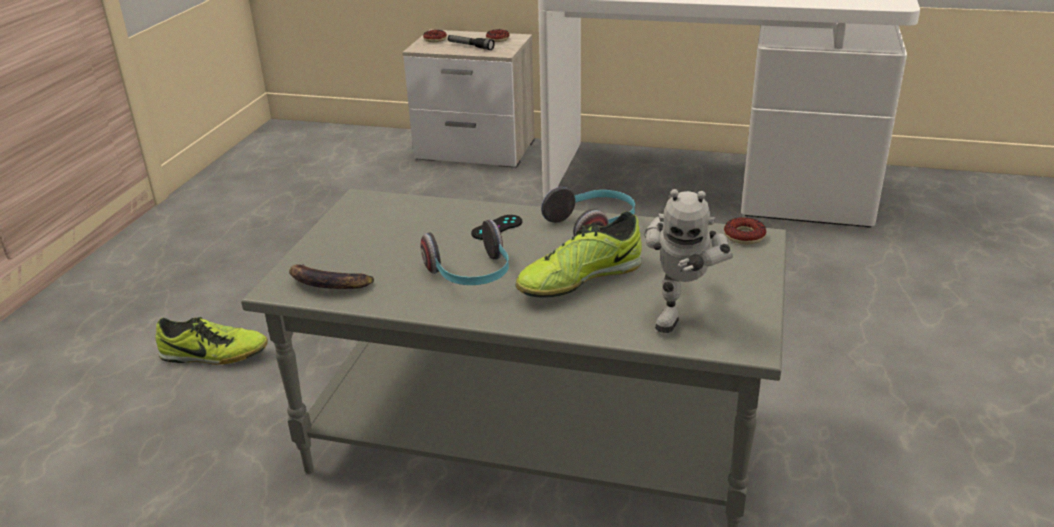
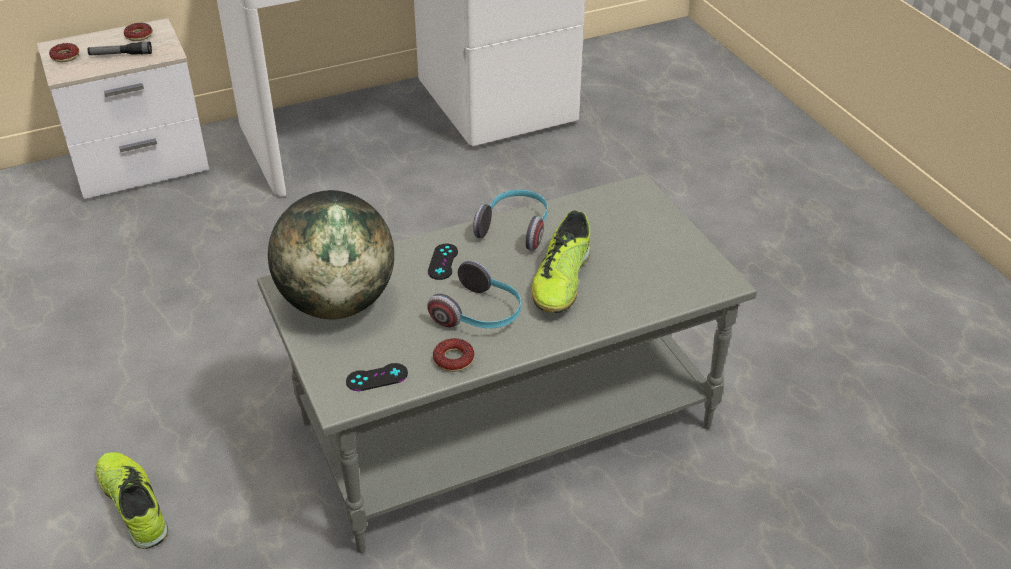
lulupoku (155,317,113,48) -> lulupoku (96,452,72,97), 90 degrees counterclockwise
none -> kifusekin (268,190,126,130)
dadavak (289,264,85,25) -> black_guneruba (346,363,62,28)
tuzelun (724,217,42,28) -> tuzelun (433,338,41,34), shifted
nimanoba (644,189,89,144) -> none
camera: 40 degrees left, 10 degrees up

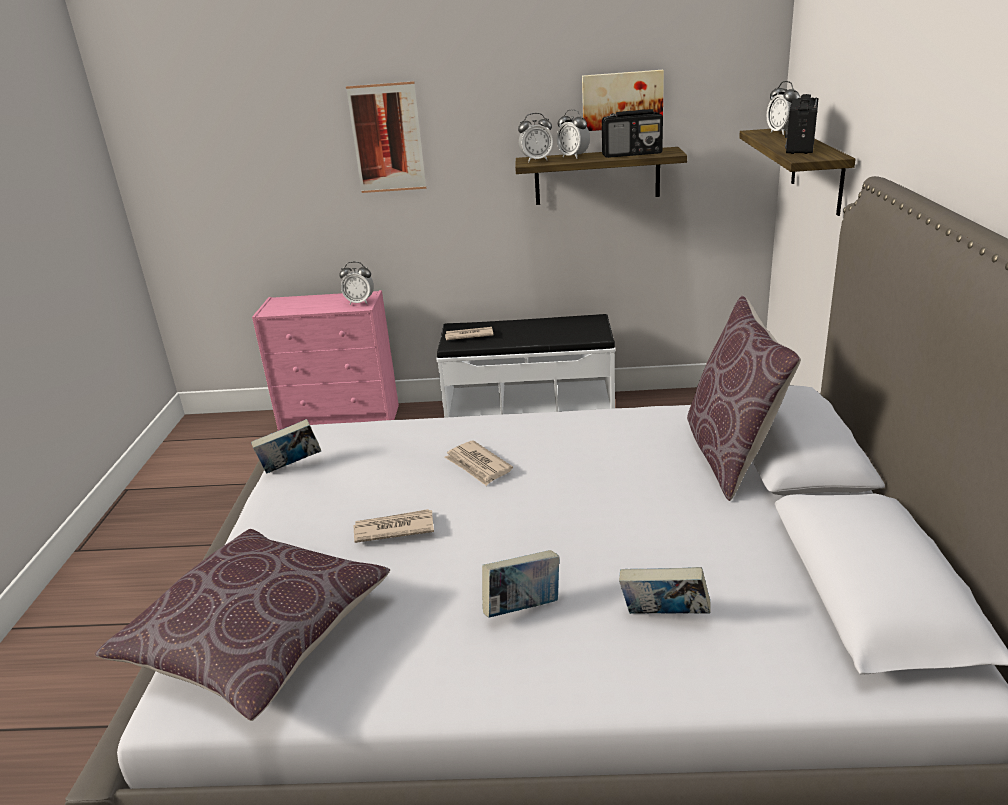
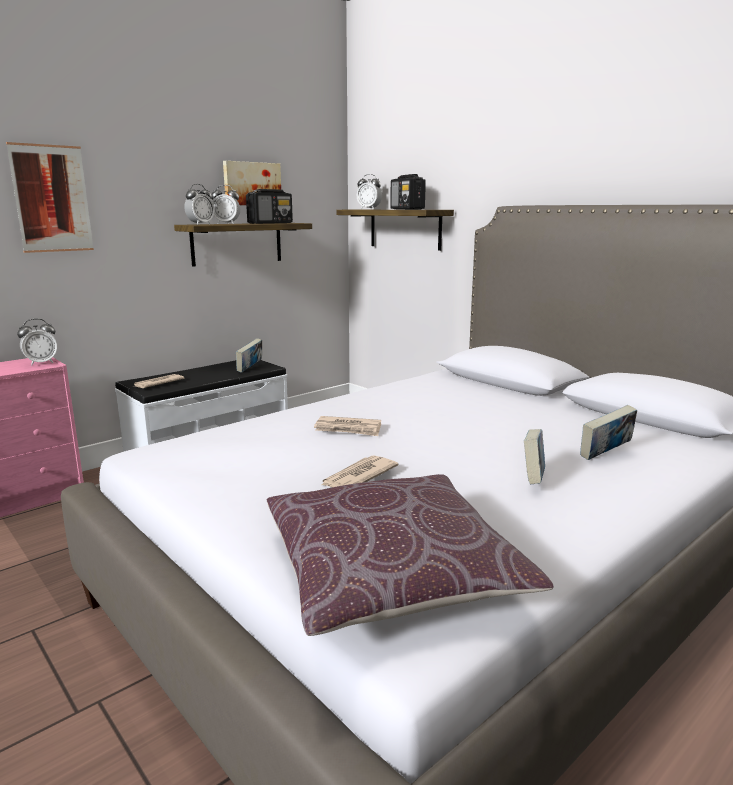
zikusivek (251,419,70,54) -> zikusivek (236,338,26,35), shifted
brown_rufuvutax (687,295,114,206) -> none
camera: 45 degrees left, 10 degrees down

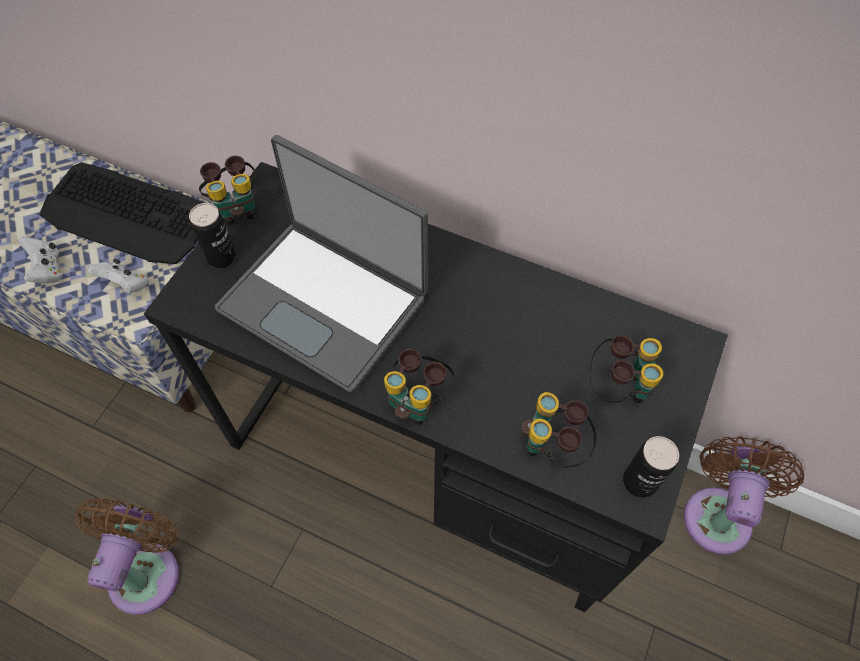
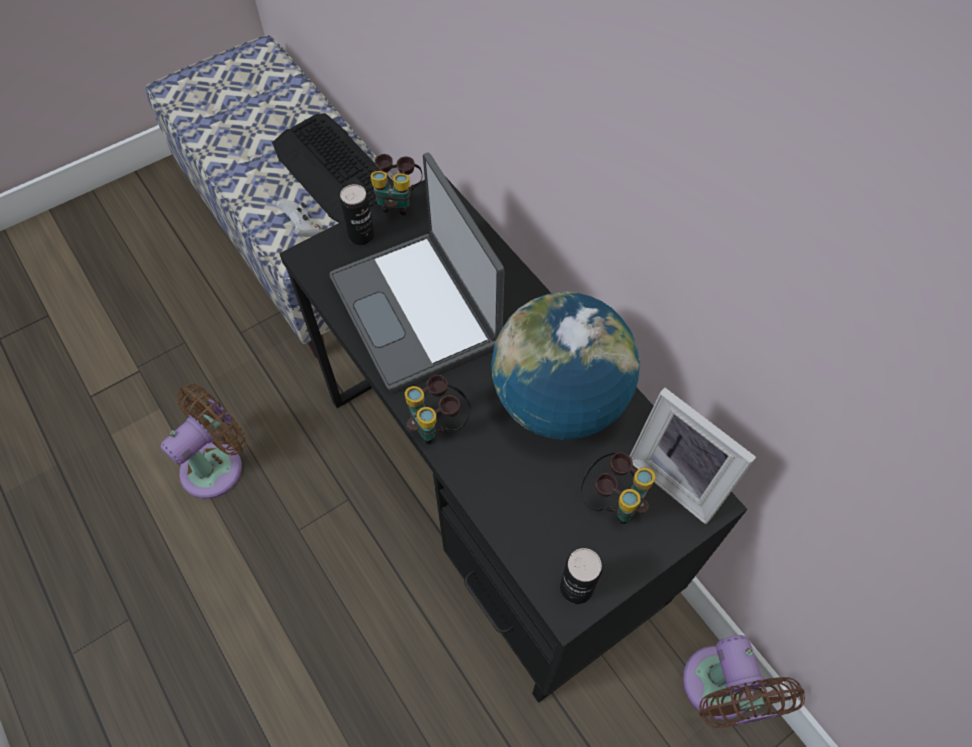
none -> kifusekin (491,292,149,148)
none -> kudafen (630,388,126,136)
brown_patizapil (684,436,120,119) -> brown_patizapil (683,635,122,93), 120 degrees clockwise
white_guneruba (19,237,44,46) -> none
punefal (521,392,76,76) -> none
camera: 30 degrees right, 0 degrees up

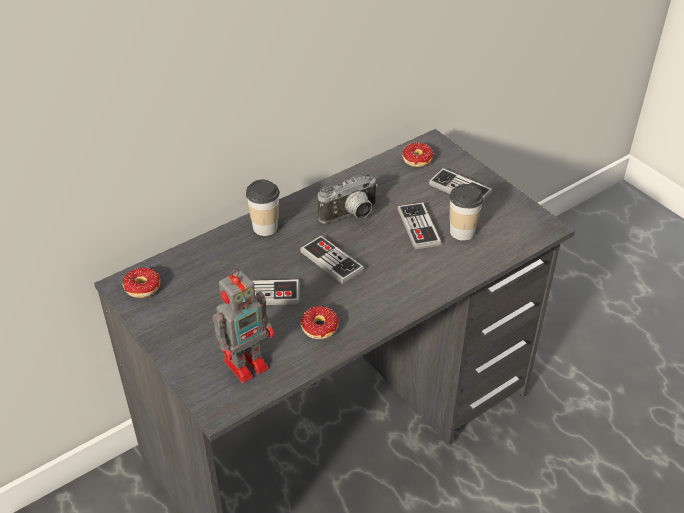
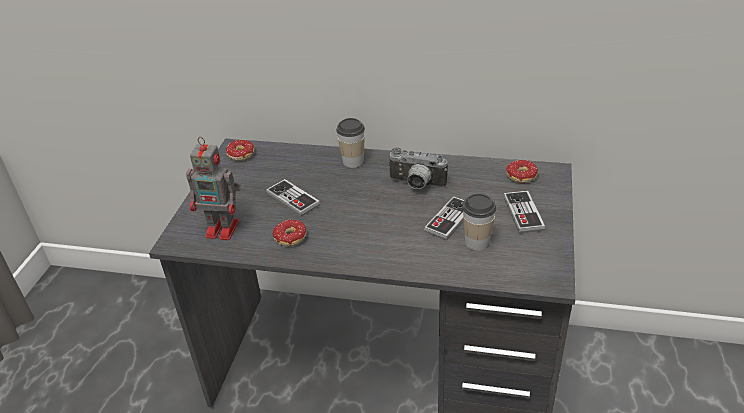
guneruba (300,236,64,48) -> none
camera: 50 degrees right, 5 degrees down

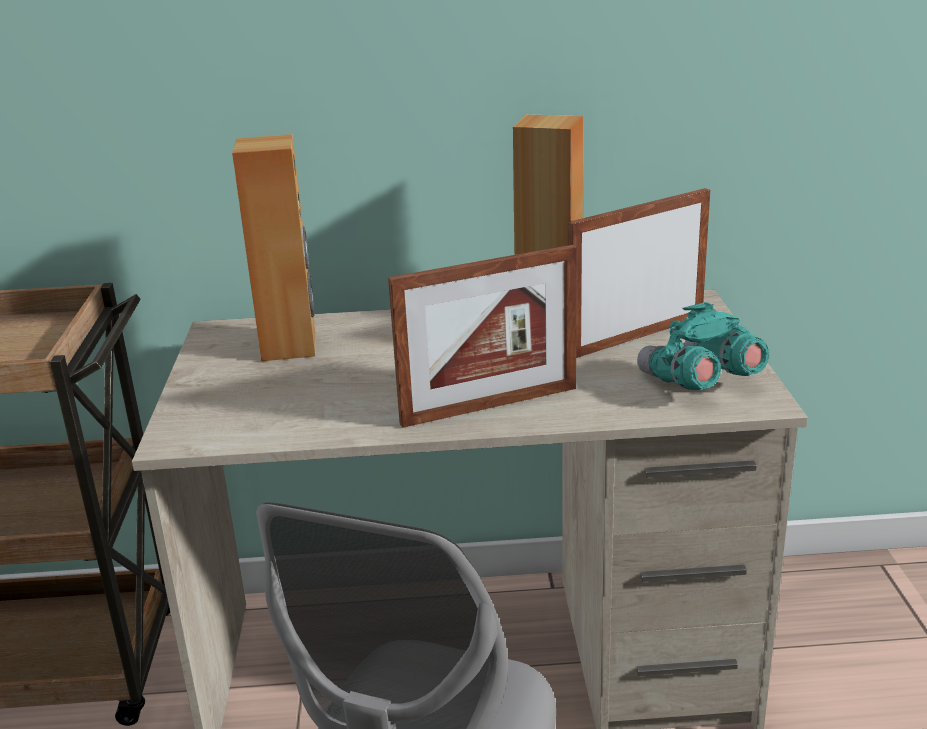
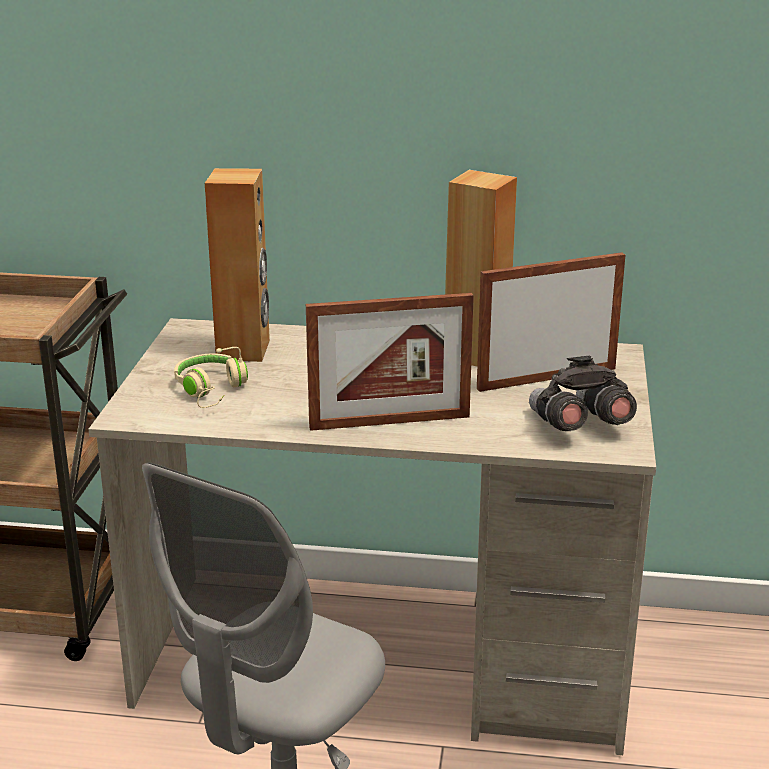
none -> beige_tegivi (174,347,74,61)
turquoise_punefal (637,302,132,88) -> grey_punefal (529,355,108,76)
camera: 10 degrees right, 0 degrees up

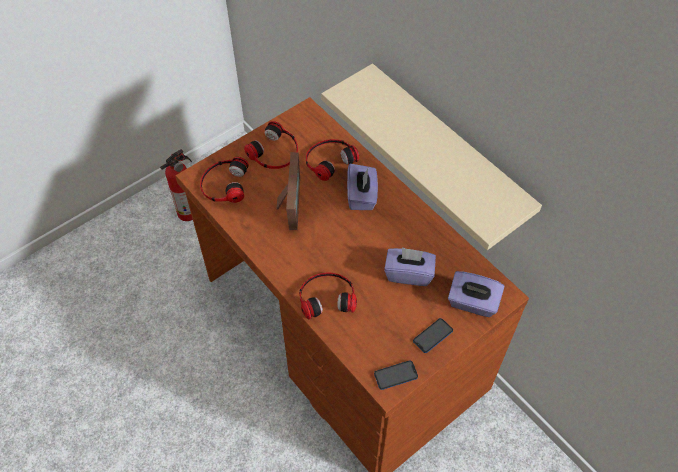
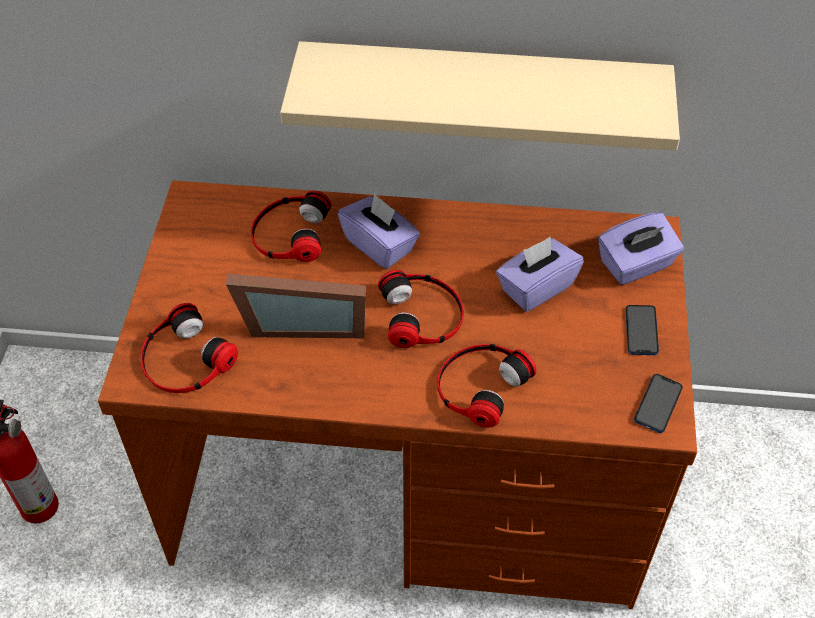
kudafen (276,152,24,78) -> kudafen (226,274,140,64), 135 degrees clockwise
tegivi (244,121,54,48) -> tegivi (378,270,86,78), shifted
camera: 45 degrees left, 5 degrees down

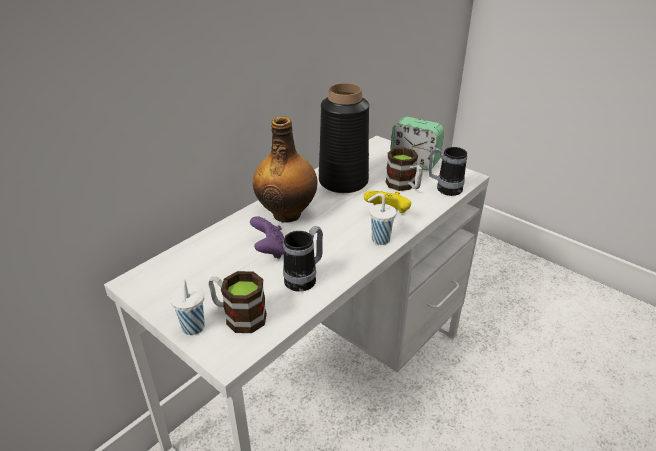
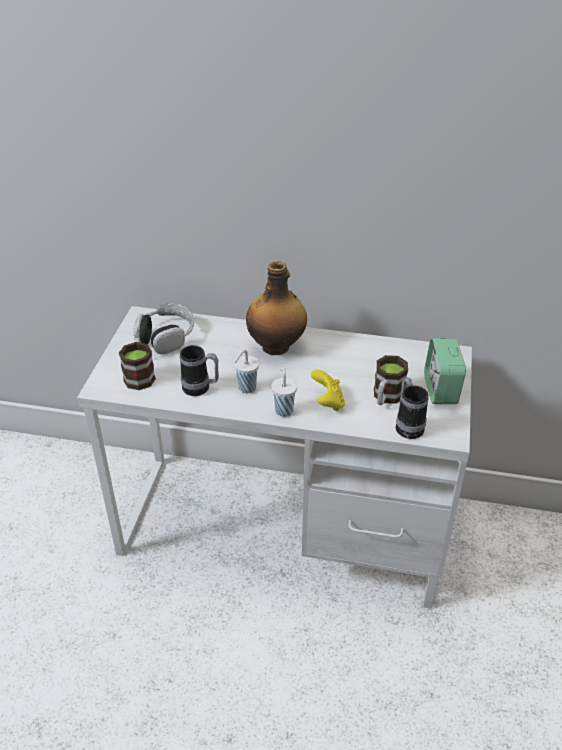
none -> tegivi (134,304,60,50)
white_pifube (170,279,35,56) -> white_pifube (234,349,25,44), shifted
purple_guneruba (250,216,34,43) -> none
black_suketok (319,83,50,110) -> none
camera: 60 degrees right, 5 degrees up

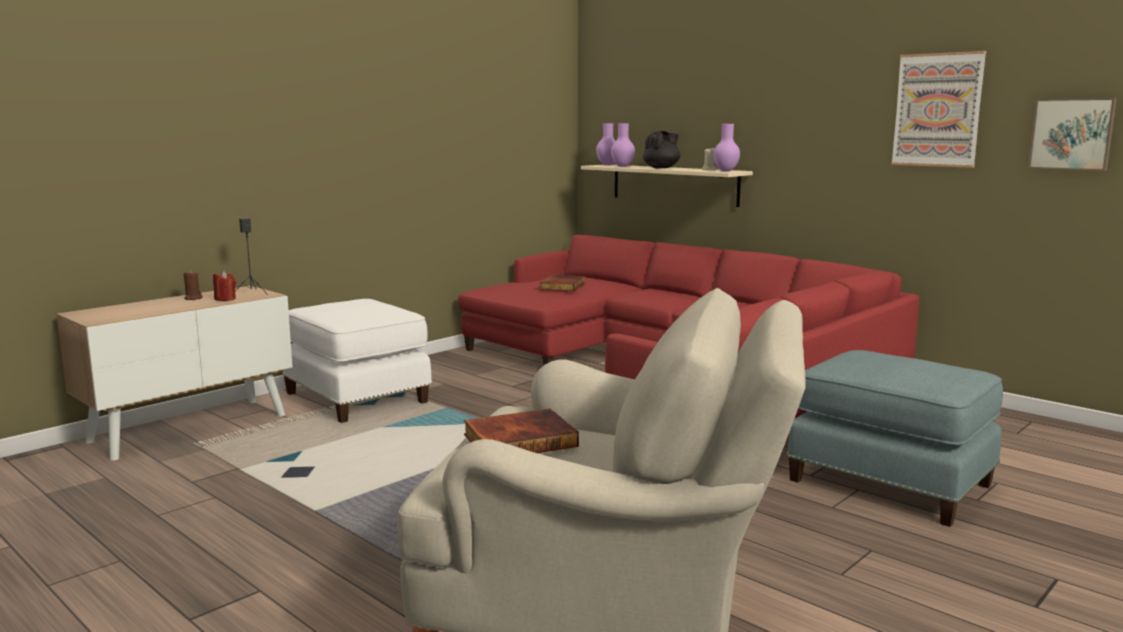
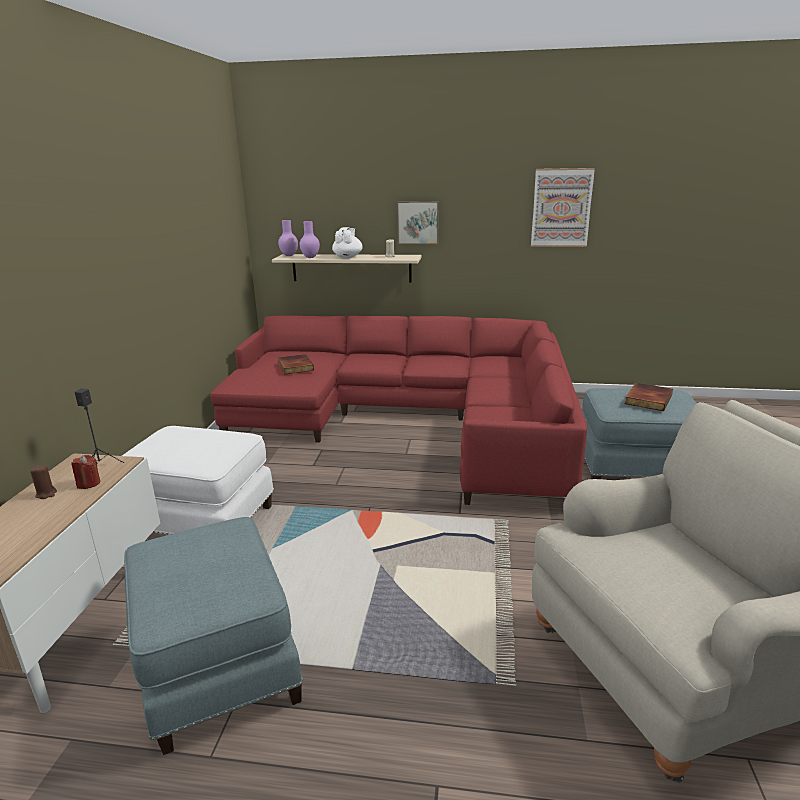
none -> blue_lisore (124,517,179,238)
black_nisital (643,131,37,37) -> white_nisital (332,227,31,31)
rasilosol (1028,98,89,73) -> rasilosol (397,201,42,43), shifted
zikusivek (464,409,115,44) -> zikusivek (624,382,49,29), shifted
purple_suketok (713,124,27,47) -> none
camera: 35 degrees left, 10 degrees up

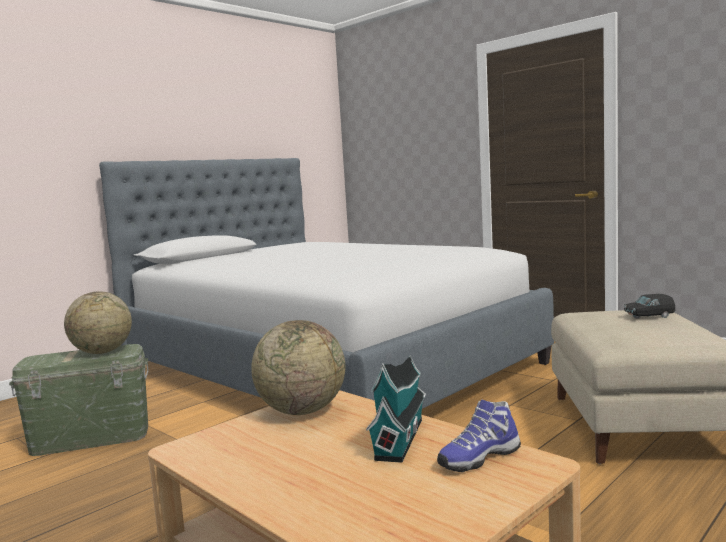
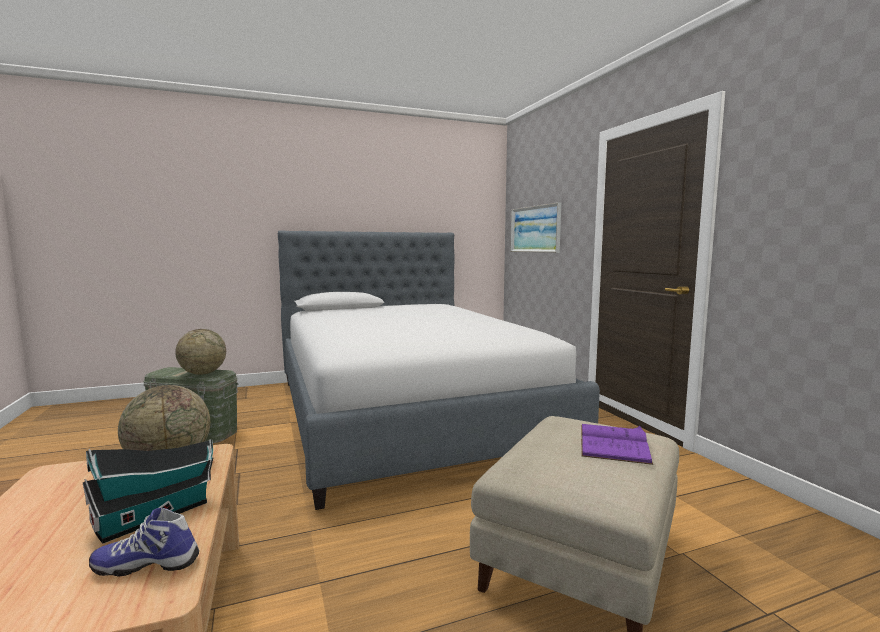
none -> rasilosol (510,202,51,51)
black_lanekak (624,294,51,25) -> purple_zikusivek (581,424,72,41)
camera: 25 degrees right, 0 degrees up

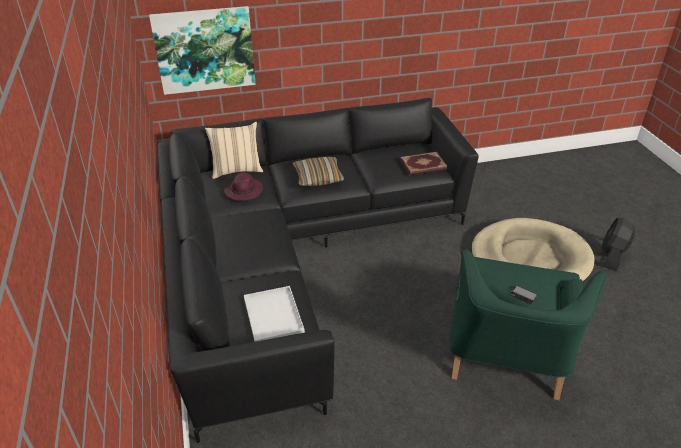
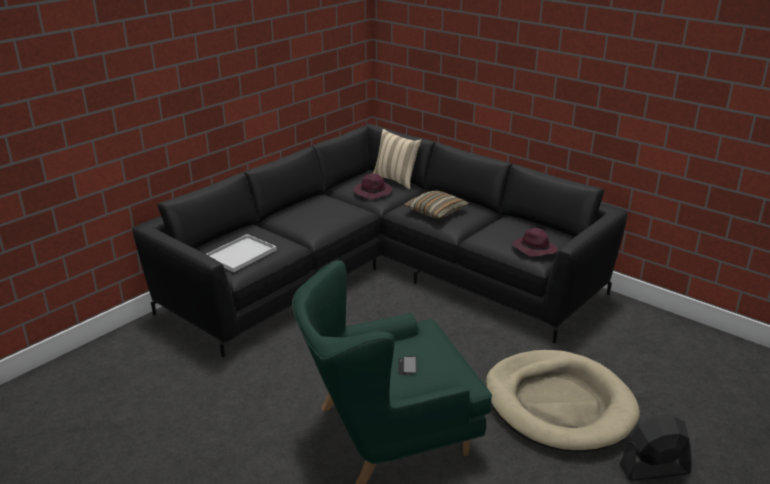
zikusivek (400,152,48,23) -> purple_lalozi (513,228,45,29)
rasilosol (149,6,107,89) -> none
camera: 55 degrees right, 10 degrees down

